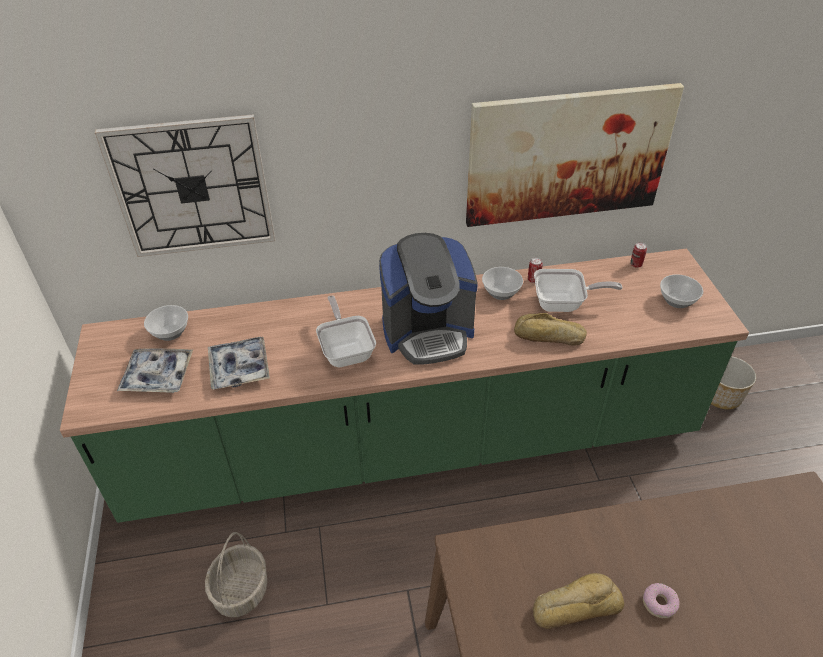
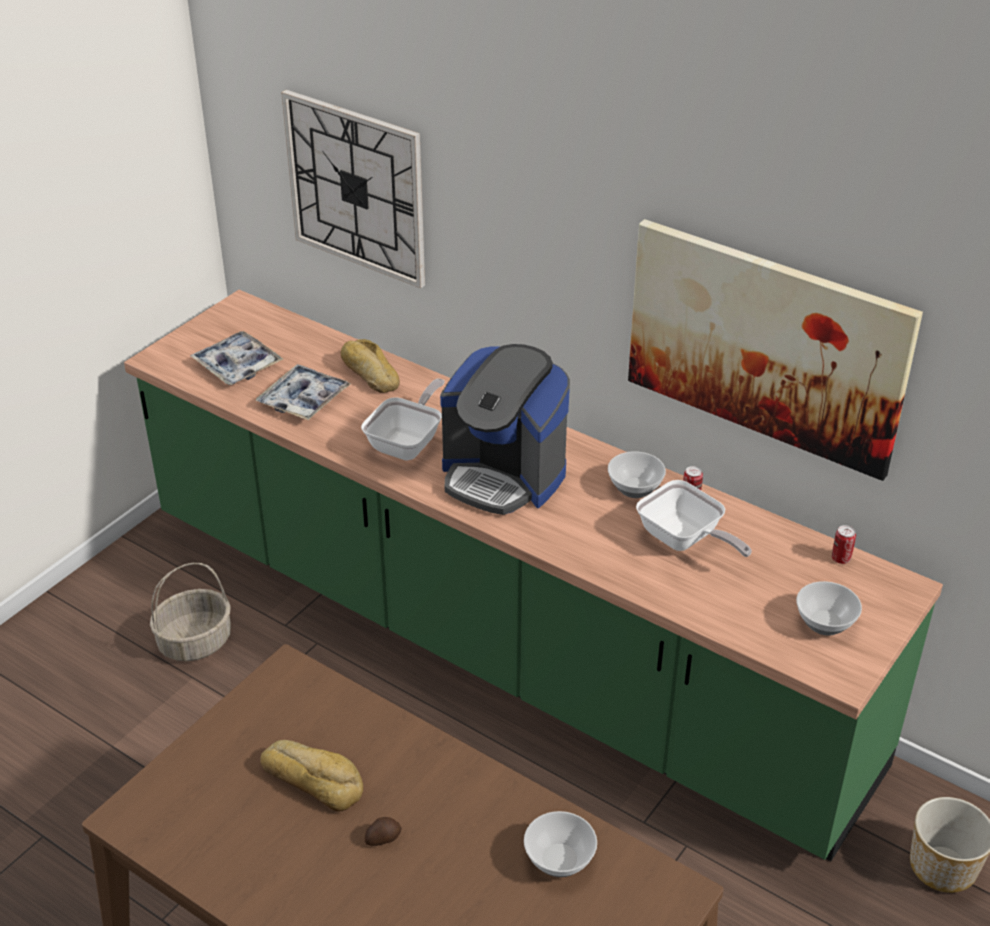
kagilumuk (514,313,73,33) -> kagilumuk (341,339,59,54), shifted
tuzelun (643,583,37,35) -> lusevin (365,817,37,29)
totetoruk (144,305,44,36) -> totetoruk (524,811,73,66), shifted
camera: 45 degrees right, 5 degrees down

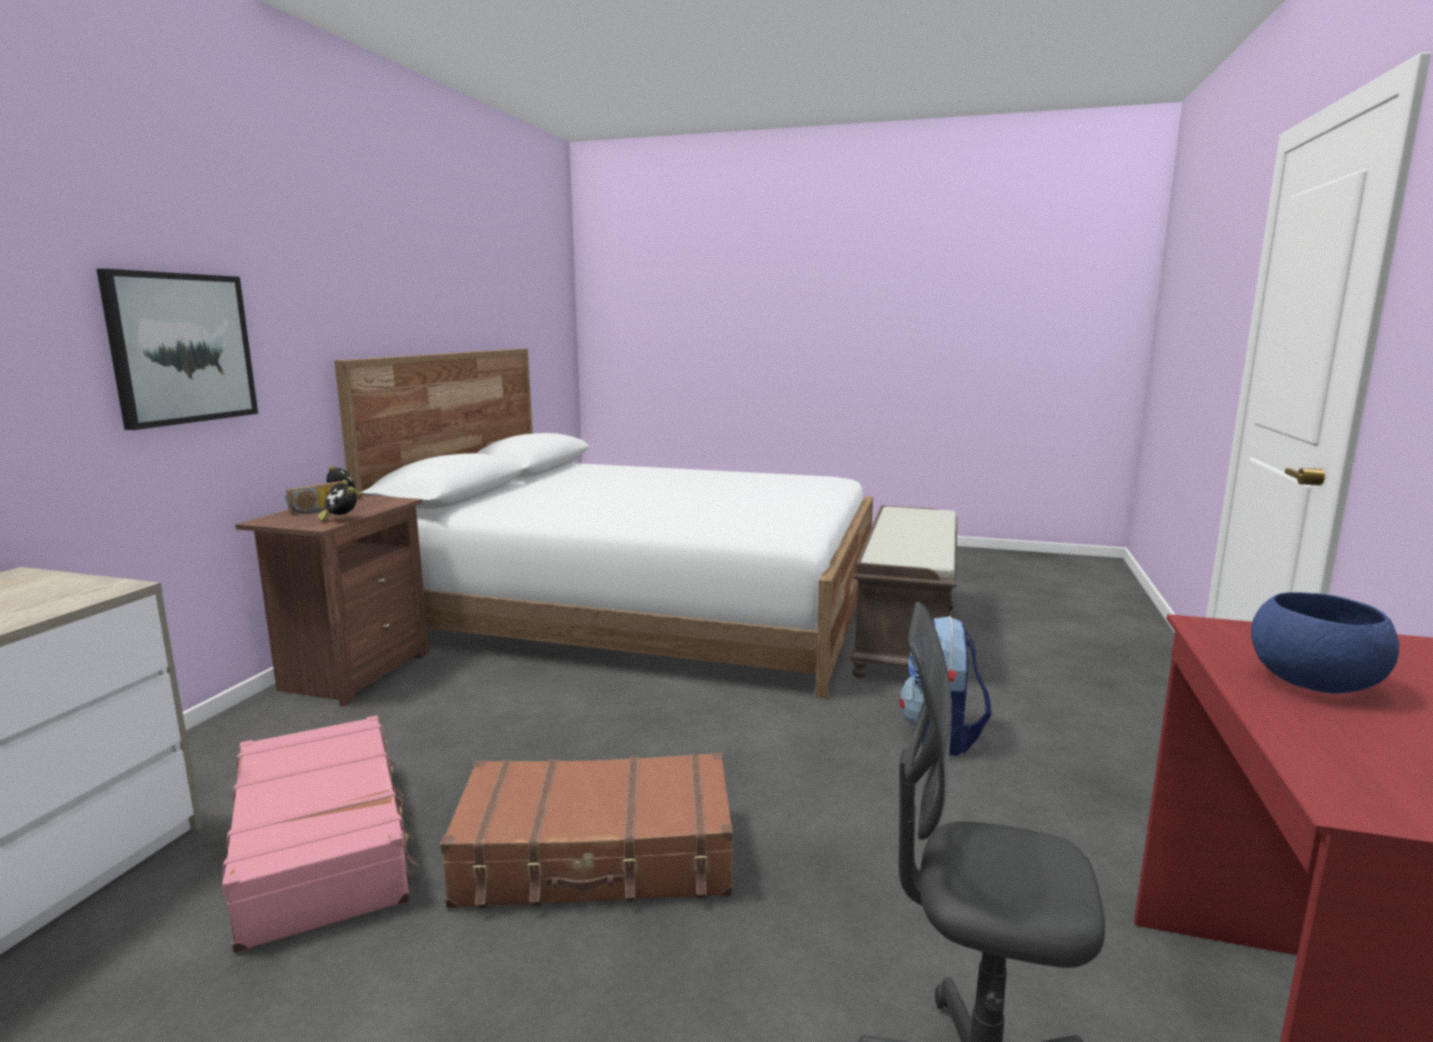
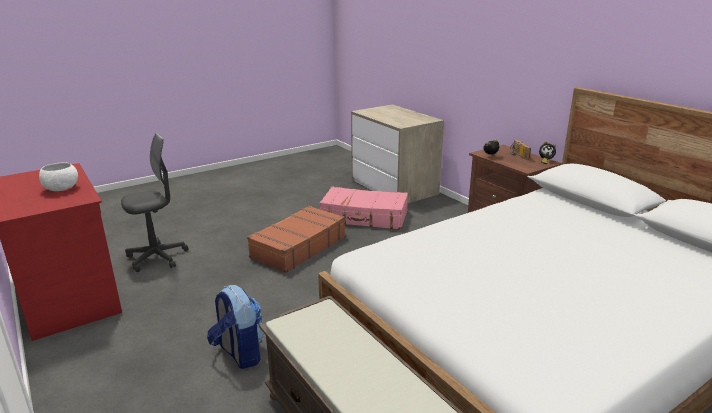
blue_totetoruk (1251,592,148,101) -> white_totetoruk (39,162,39,29)
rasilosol (96,269,162,161) -> none
camera: 130 degrees right, 10 degrees up

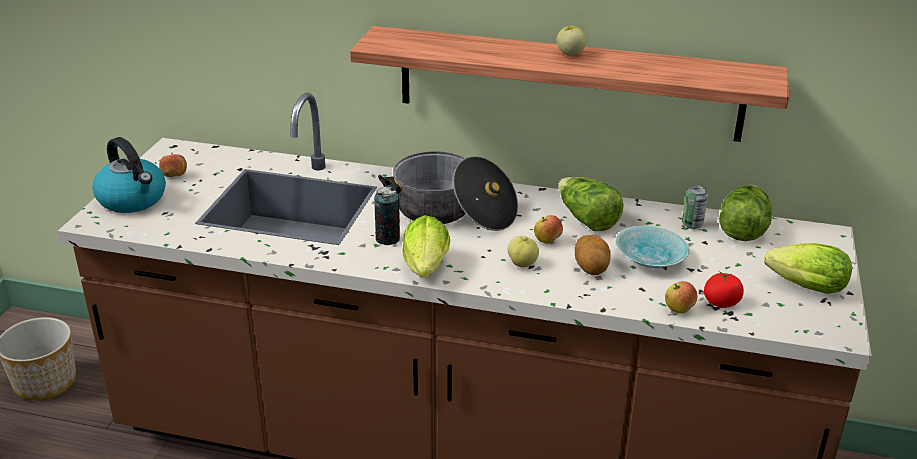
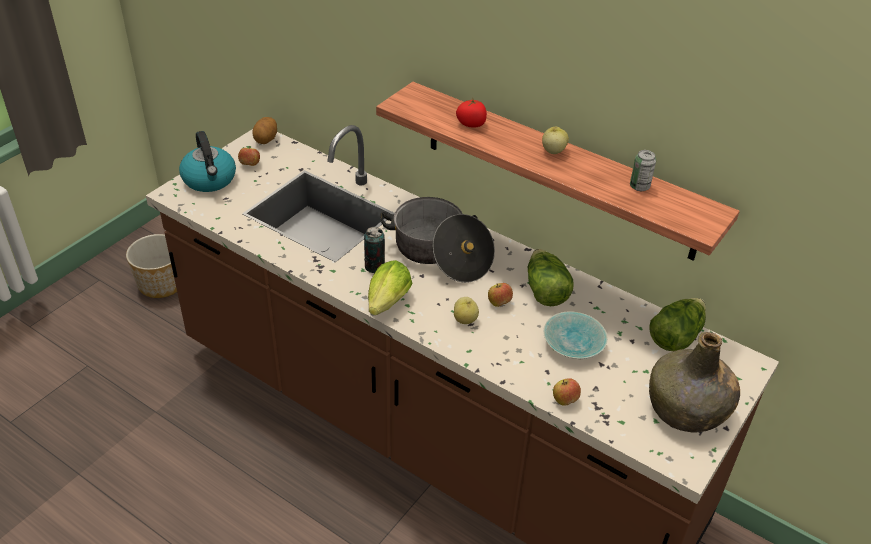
lusevin (575,235,36,40) -> lusevin (252,117,25,27), shifted
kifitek (704,271,40,37) -> kifitek (456,99,31,29), shifted
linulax (682,185,26,44) -> linulax (630,150,26,41), shifted
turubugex (764,243,88,51) -> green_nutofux (649,332,91,100)
camera: 20 degrees right, 10 degrees up

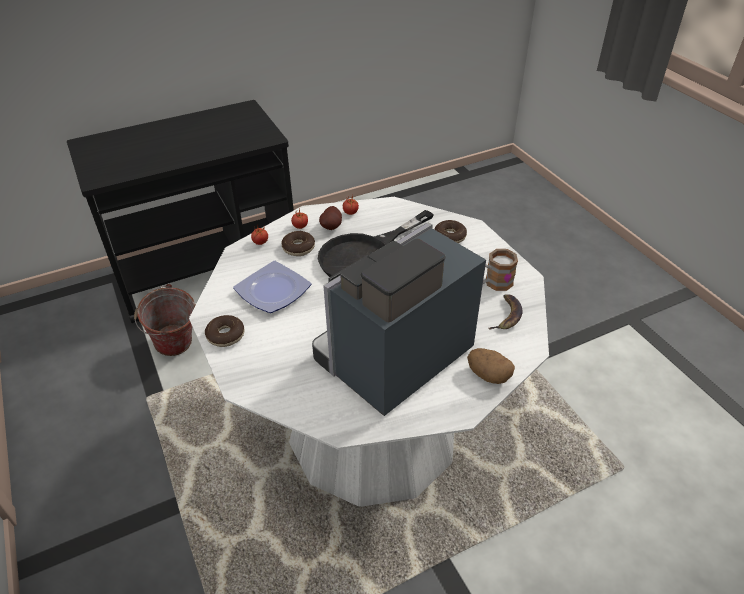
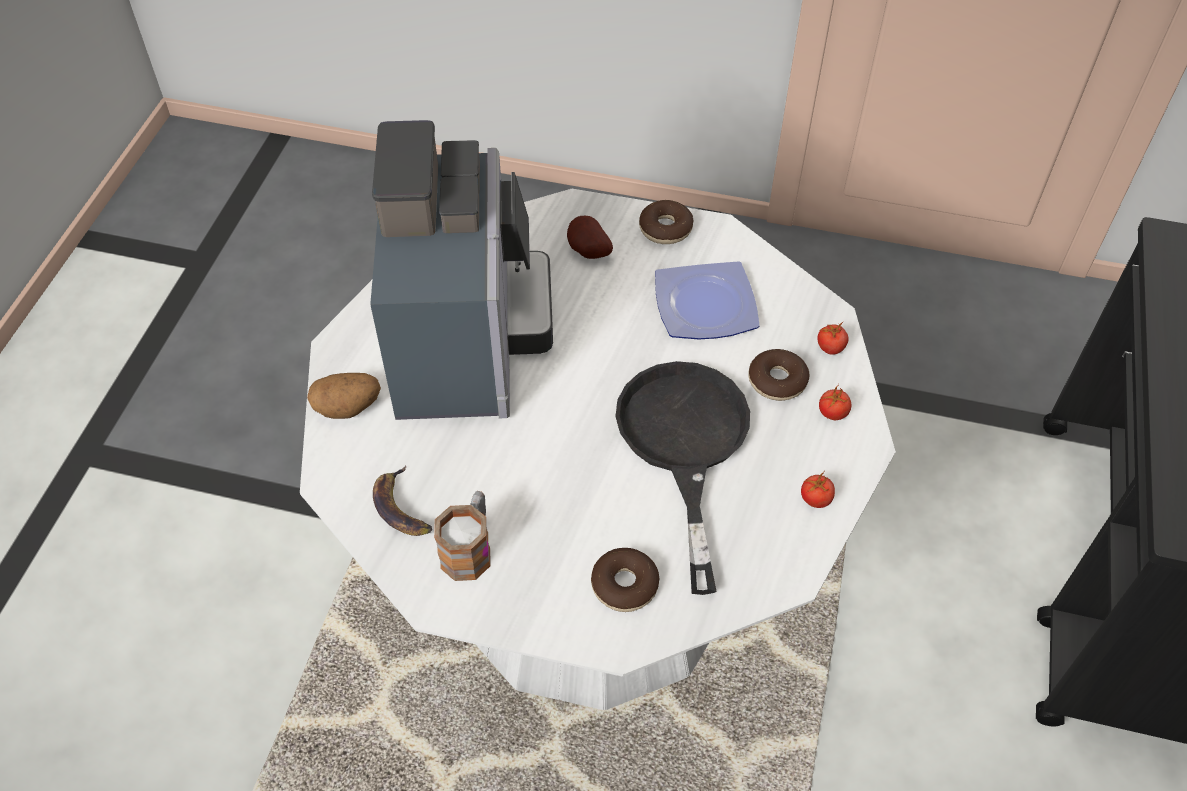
lusevin (319,206,23,24) -> lusevin (567,216,46,43), shifted
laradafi (134,284,62,72) -> none
camera: 130 degrees right, 10 degrees up

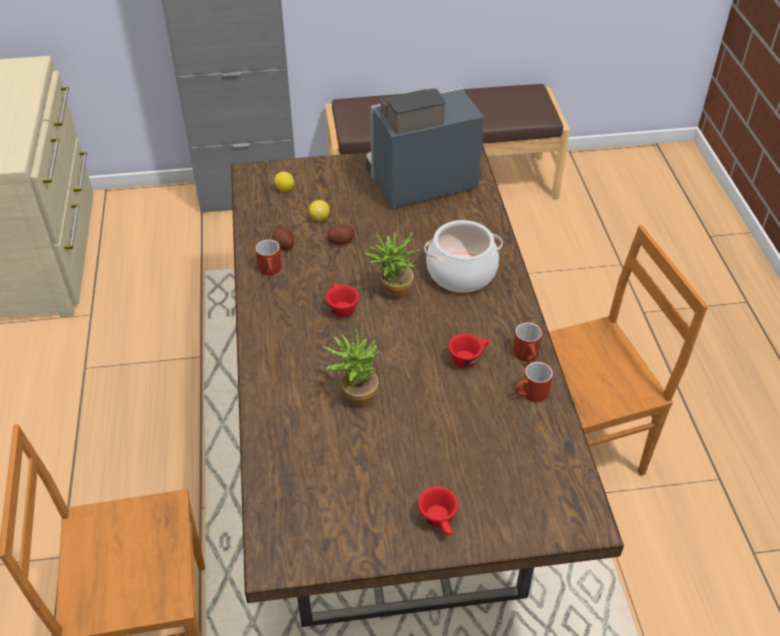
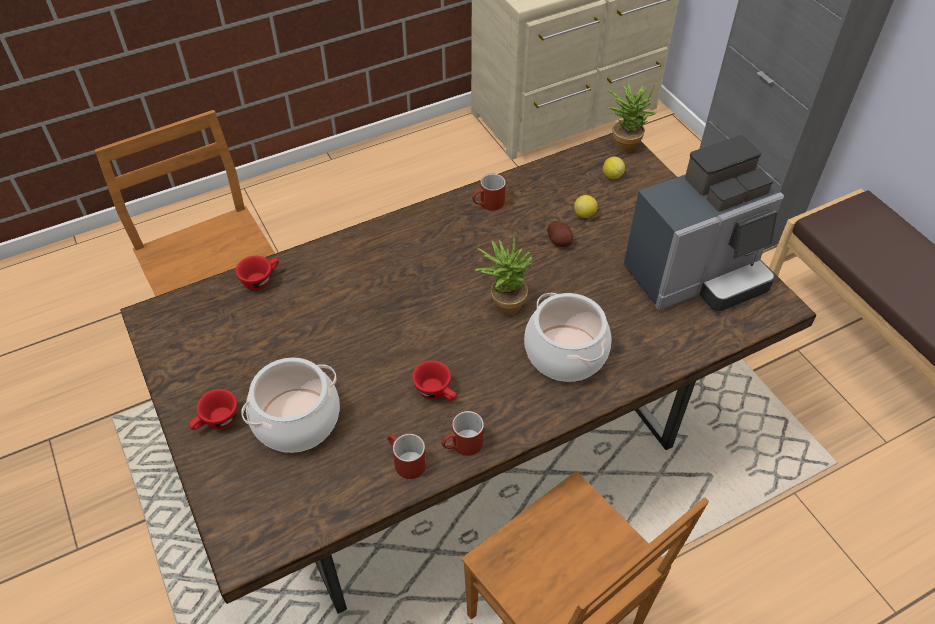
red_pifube (326,283,33,35) -> red_pifube (236,256,43,35), shifted
none -> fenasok (241,357,99,96)
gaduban (322,326,58,81) -> gaduban (607,81,49,72), shifted
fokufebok (366,87,118,121) -> fokufebok (624,135,160,176), 105 degrees clockwise
lusevin (273,227,21,23) -> none
camera: 70 degrees right, 5 degrees up

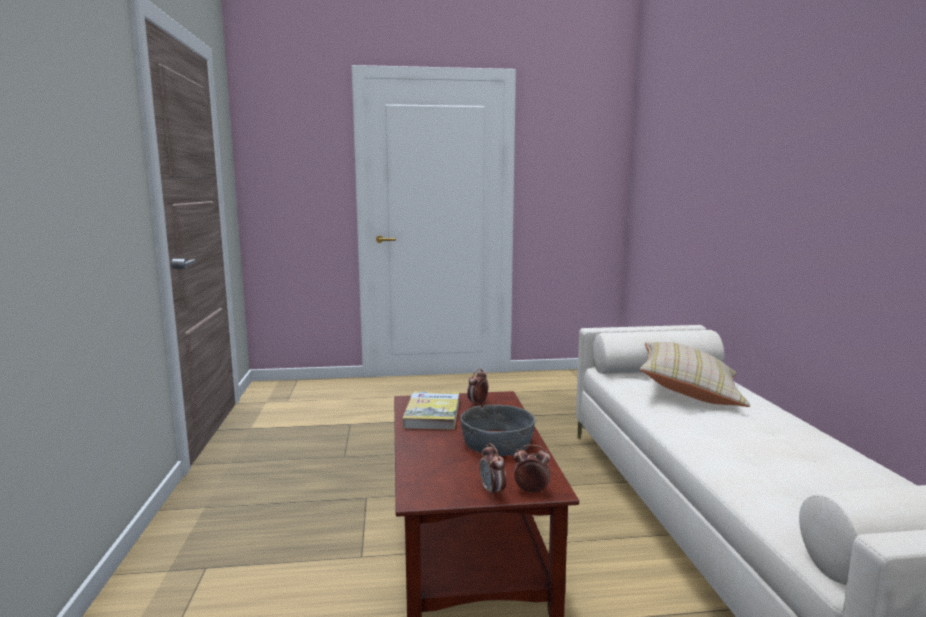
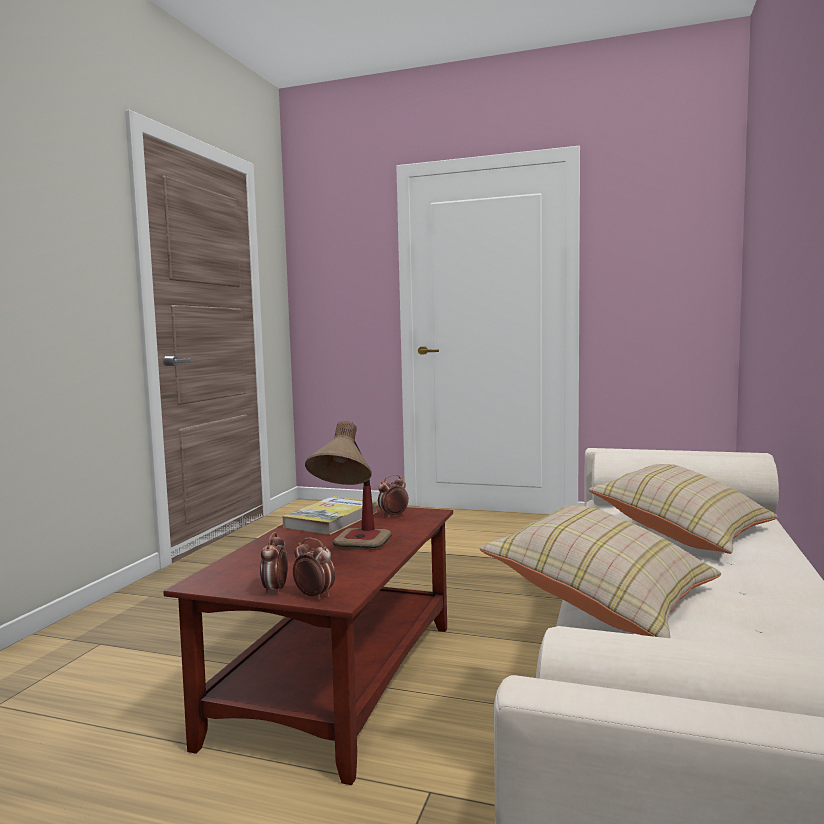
grey_totetoruk (460,405,75,51) -> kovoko (305,421,87,129)
none -> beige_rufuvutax (480,506,241,132)
camera: 25 degrees right, 5 degrees down

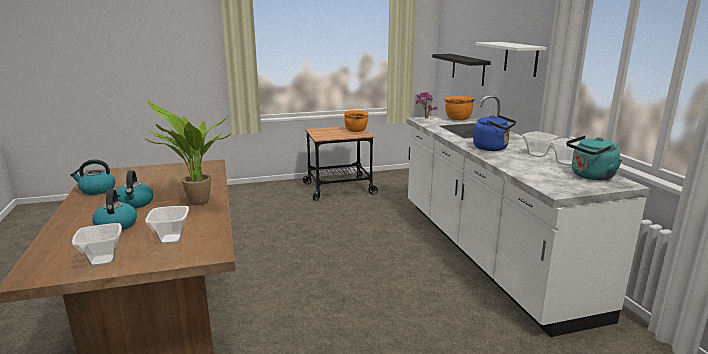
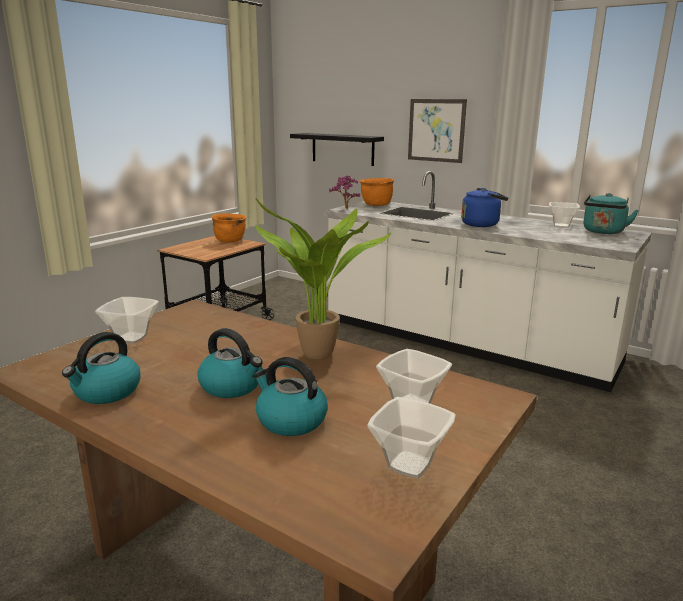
totetoruk (522,131,36,26) -> totetoruk (95,297,64,46), shifted
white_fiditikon (475,42,72,35) -> rasilosol (408,99,59,64)
camera: 40 degrees left, 0 degrees up

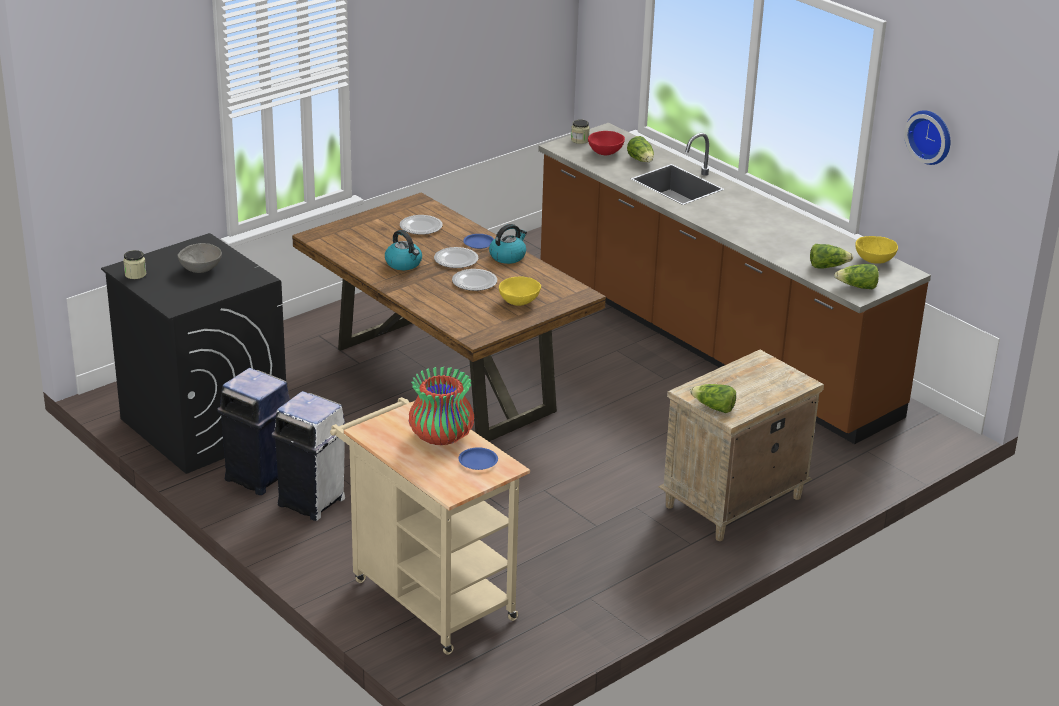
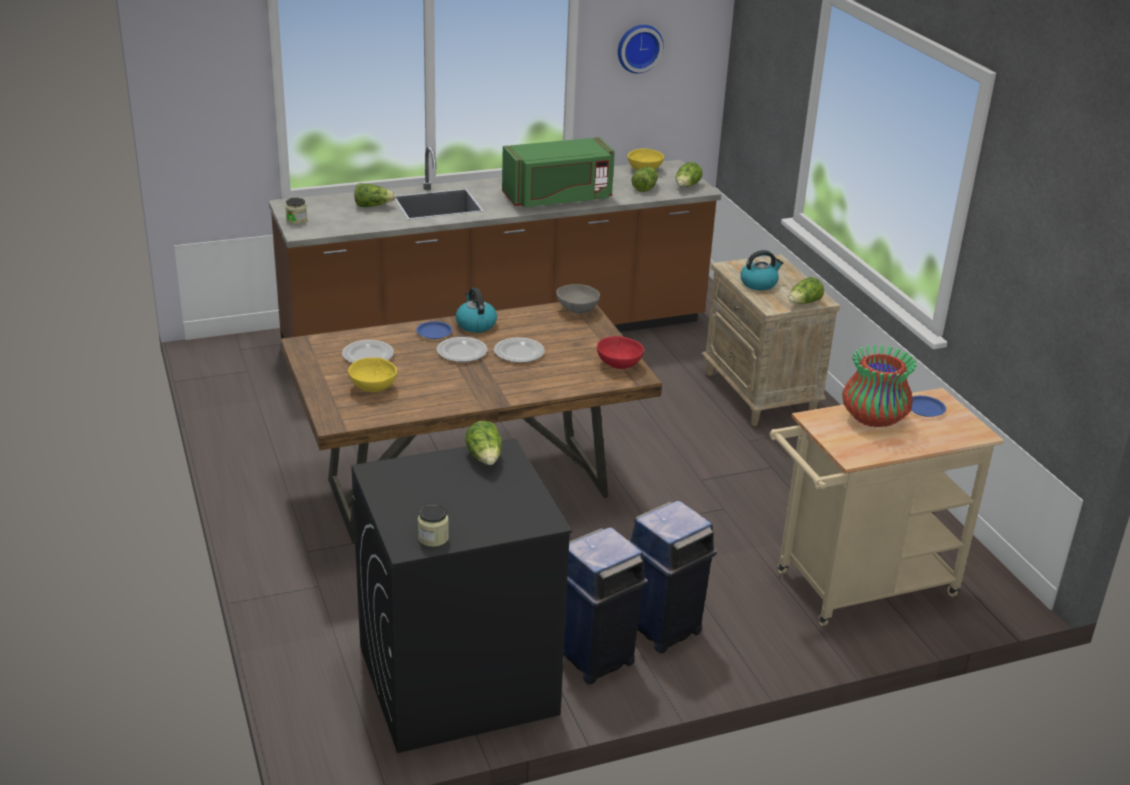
yellow_totetoruk (499,276,42,30) -> yellow_totetoruk (348,357,49,35), shifted
none -> turubugex (465,421,37,44)
none -> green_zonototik (502,137,113,70)
grey_totetoruk (177,243,45,30) -> grey_totetoruk (556,284,44,30), shifted
red_totetoruk (588,131,37,25) -> red_totetoruk (597,336,47,33), shifted
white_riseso (272,391,73,130) -> blue_riseso (629,501,88,152)
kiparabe (385,230,37,40) -> kiparabe (741,250,43,40), shifted
camera: 70 degrees left, 0 degrees up

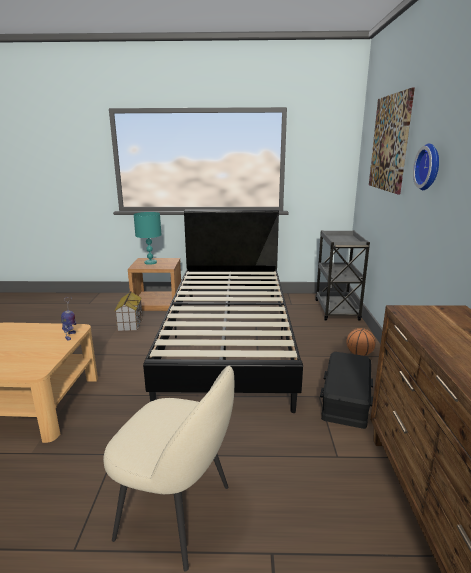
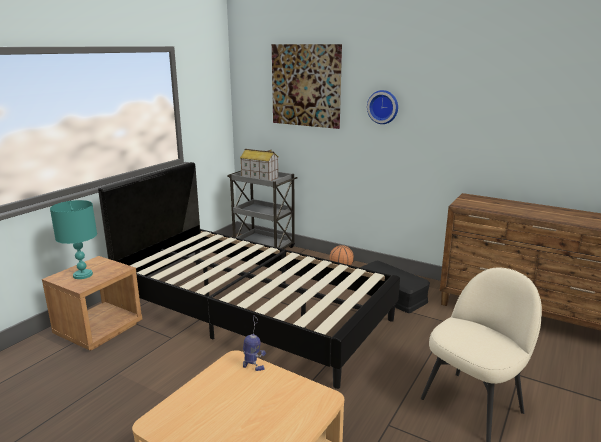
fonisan (114,291,29,40) -> fonisan (240,149,39,32), shifted
camera: 60 degrees left, 0 degrees up

